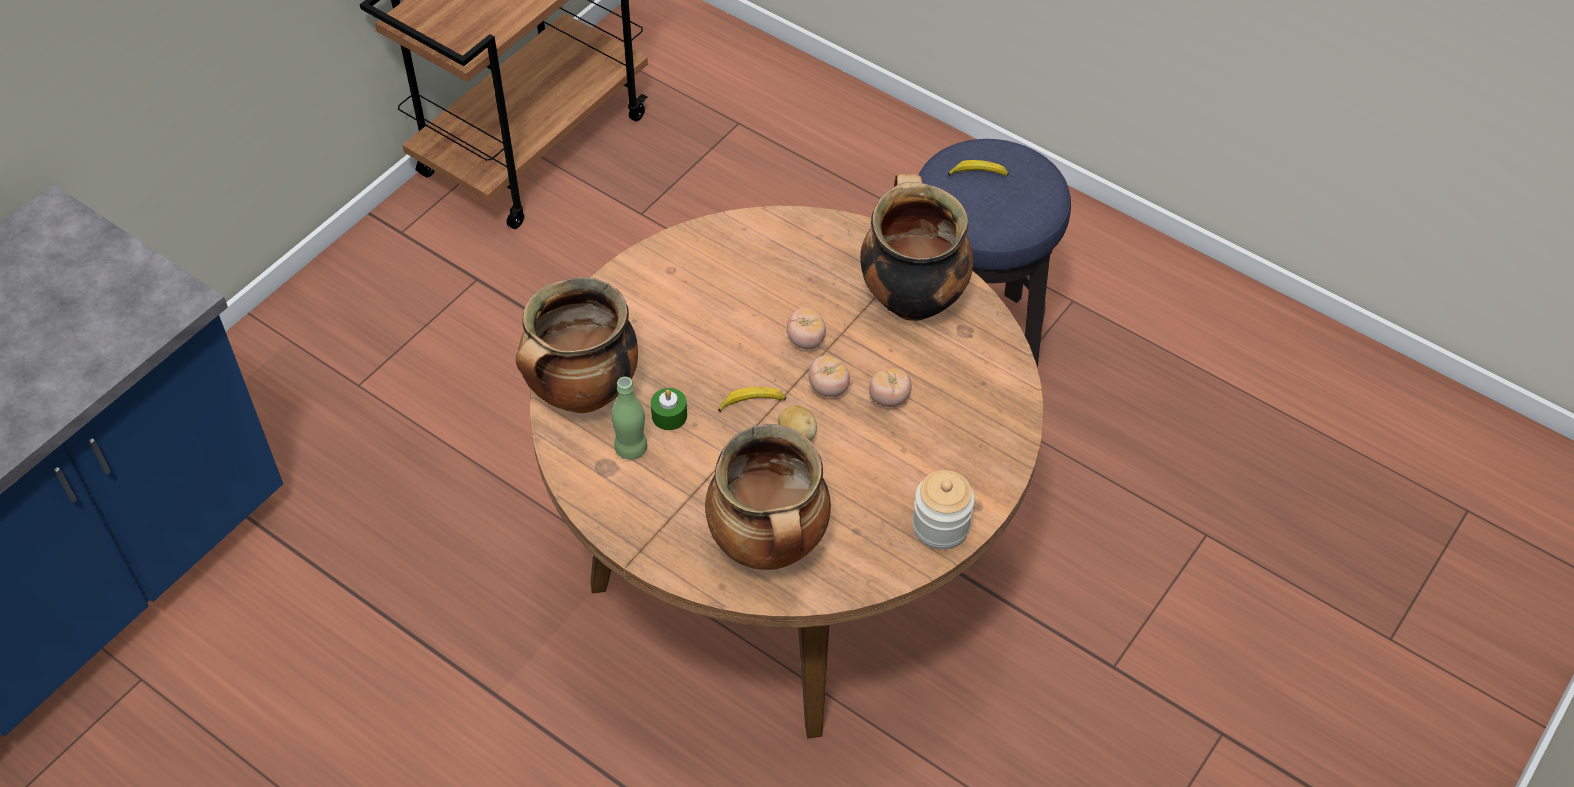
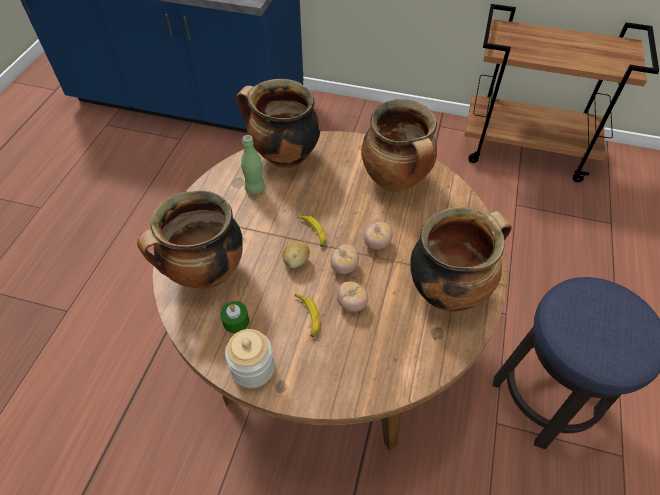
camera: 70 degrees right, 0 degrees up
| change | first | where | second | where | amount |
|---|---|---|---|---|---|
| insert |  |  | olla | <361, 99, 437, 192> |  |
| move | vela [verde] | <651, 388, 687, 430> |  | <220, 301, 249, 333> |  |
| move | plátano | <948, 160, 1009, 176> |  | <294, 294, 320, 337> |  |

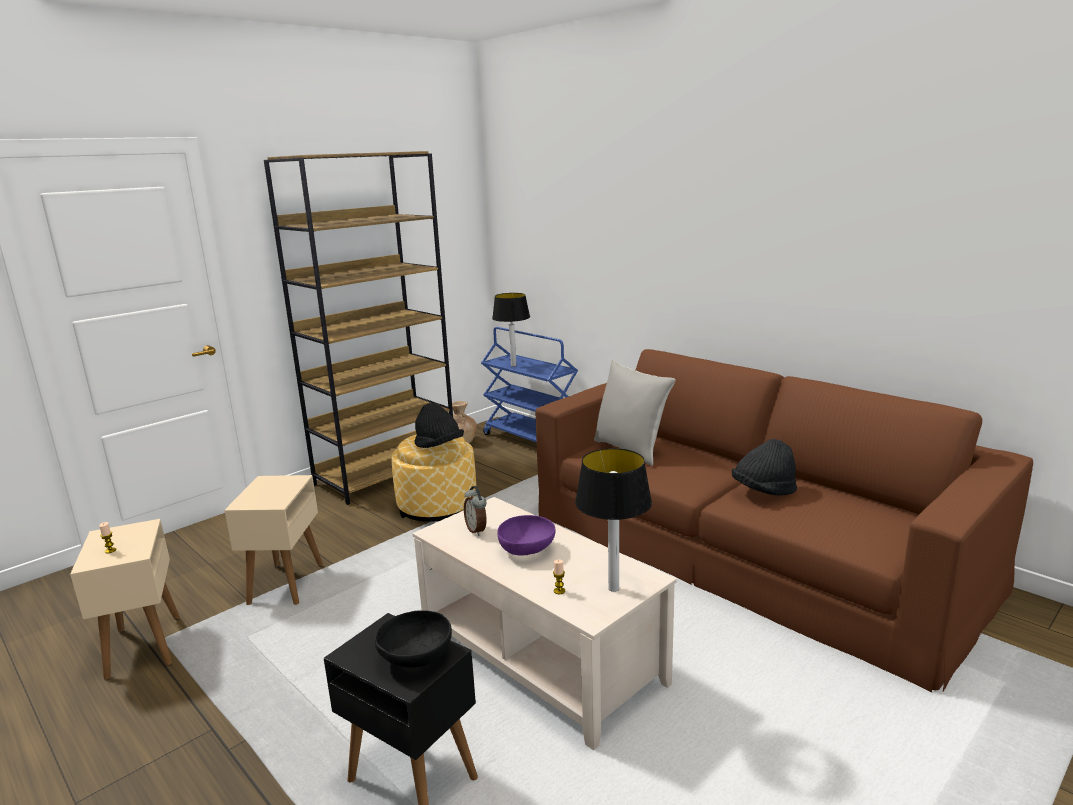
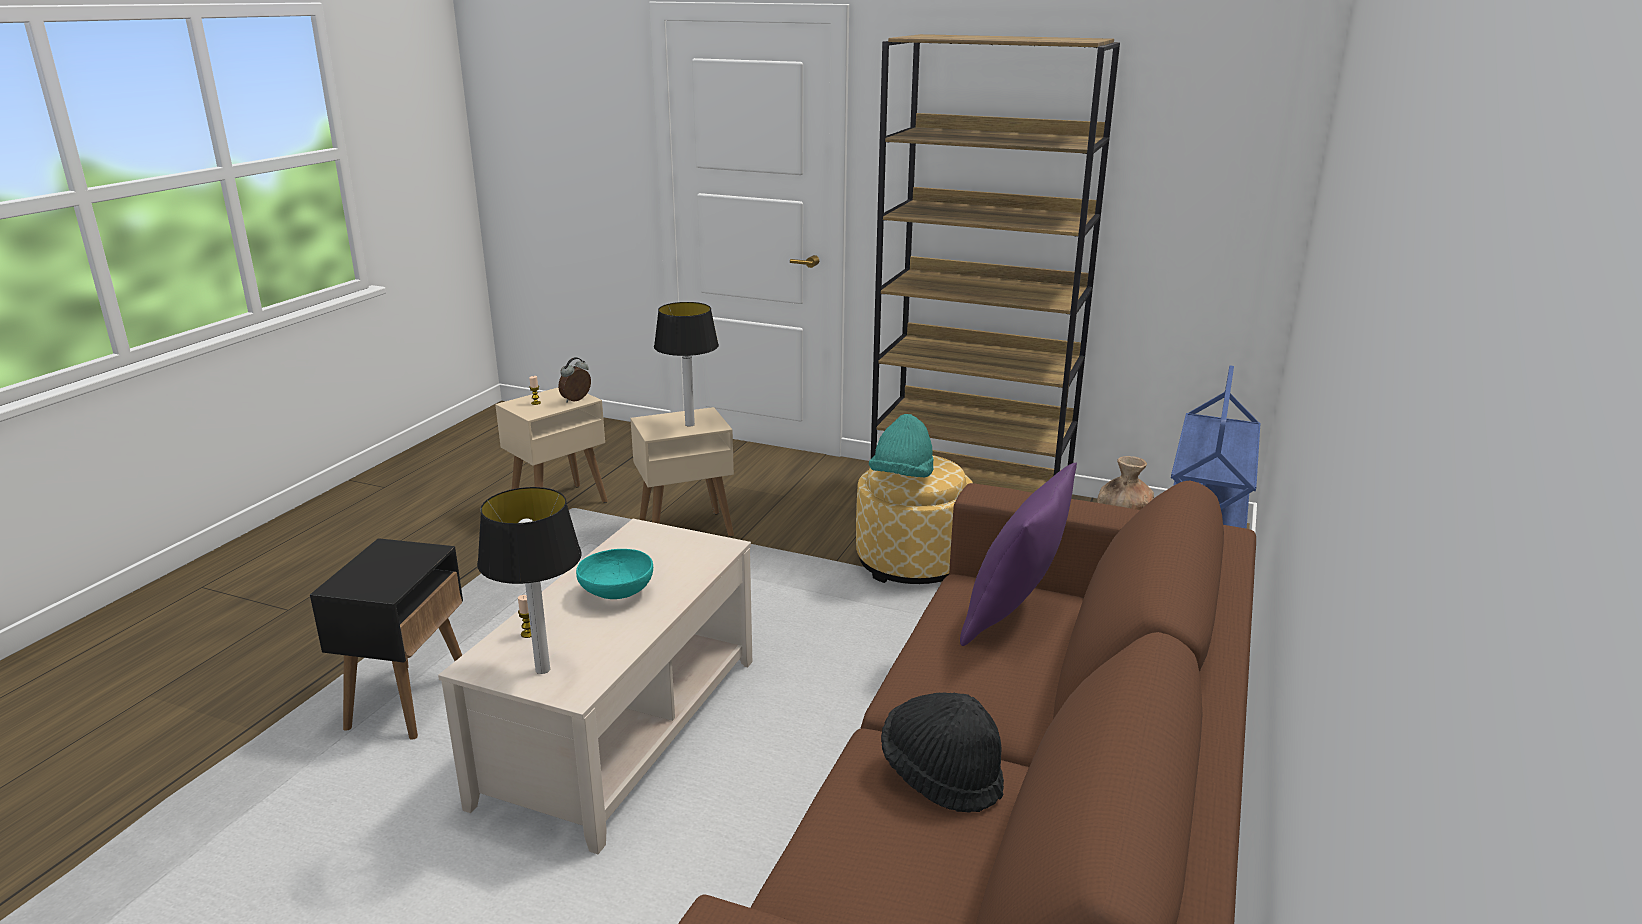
camera: 65 degrees right, 5 degrees up
| change | first | where | second | where | amount |
|---|---|---|---|---|---|
| delete | cuenco [negro] | <375, 610, 452, 668> |  |  |  |
| move | despertador | <464, 486, 487, 536> |  | <558, 357, 591, 403> |  |
| move | lámpara de mesa | <492, 293, 530, 367> |  | <654, 302, 719, 427> |  |
| recolor | sombrero [negro] | <414, 403, 464, 448> | sombrero [turquesa] | <869, 414, 934, 477> |  |
| recolor | cuenco [morado] | <497, 515, 555, 555> | cuenco [turquesa] | <576, 549, 653, 599> |  |
| recolor | cojín [gris] | <594, 360, 676, 466> | cojín [morado] | <960, 463, 1077, 646> |  |

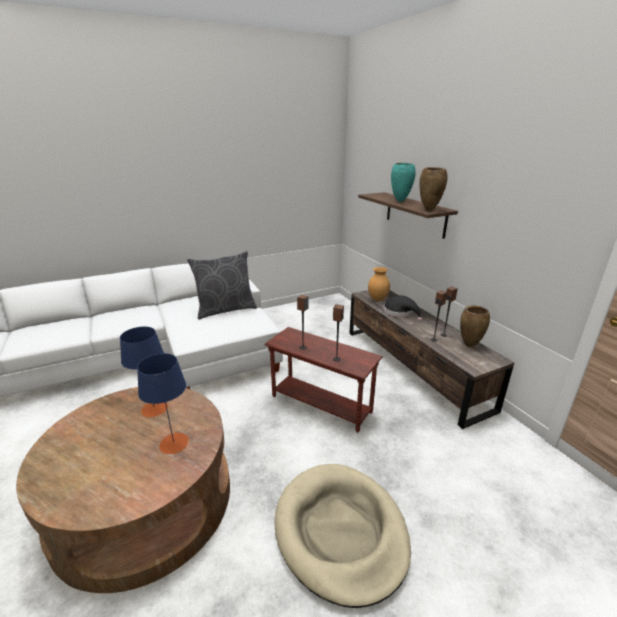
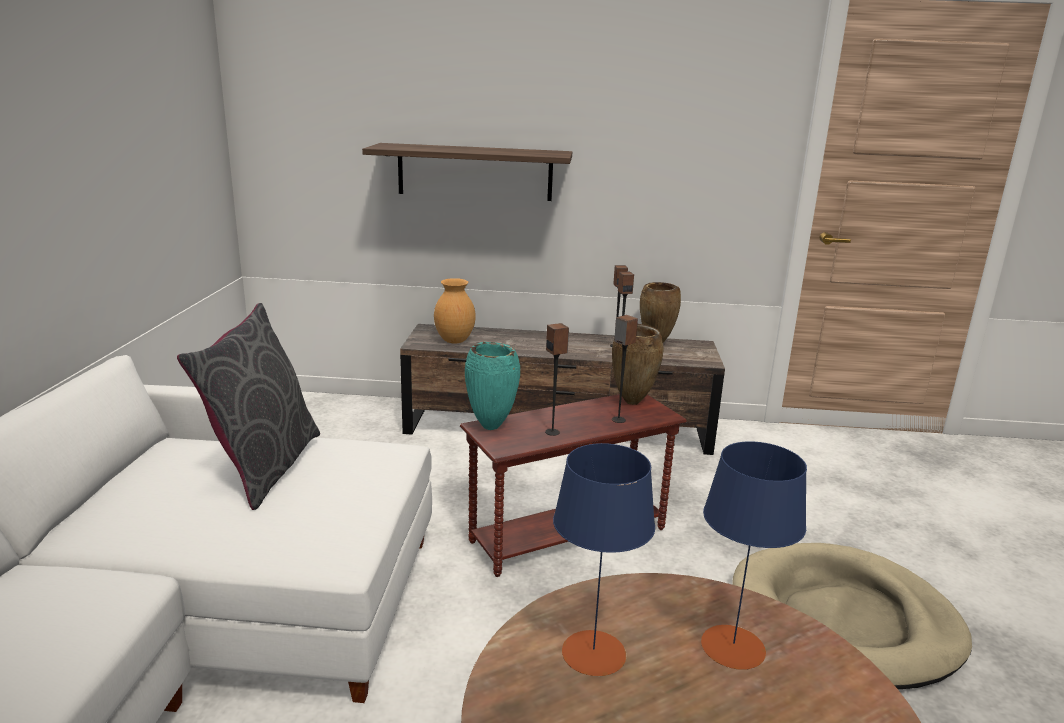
camera: 60 degrees left, 5 degrees down
| change | first | where | second | where | amount |
|---|---|---|---|---|---|
| delete | sombrero [negro] | <383, 295, 422, 321> |  |  |  |
| move | florero [turquesa] | <391, 163, 416, 202> |  | <465, 342, 520, 430> |  |
| move | florero [marrón] | <419, 167, 448, 211> |  | <612, 324, 664, 405> |  |

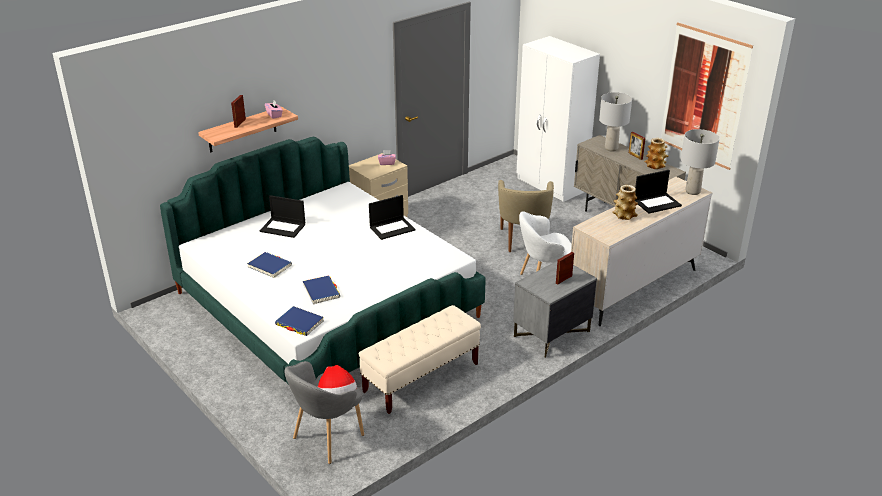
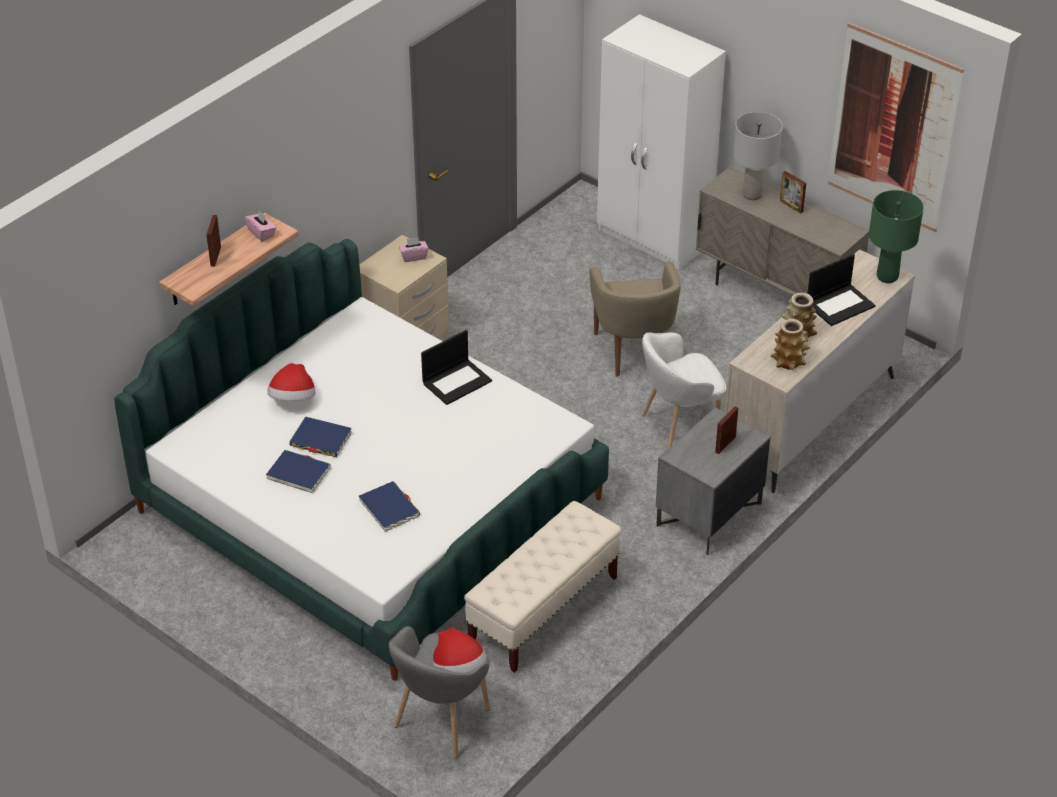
camera: 10 degrees left, 10 degrees up
| change | first | where | second | where | amount |
|---|---|---|---|---|---|
| move | libro [azul] | <275, 306, 324, 336> |  | <289, 417, 352, 457> |  |
| move | florero | <644, 138, 668, 169> |  | <771, 319, 810, 370> |  |
| replace | portátil | <260, 195, 305, 238> | sombrero | <267, 363, 315, 401> |  |
| recolor | lámpara de mesa [gris] | <681, 129, 720, 195> | lámpara de mesa [verde] | <869, 190, 924, 283> |  |

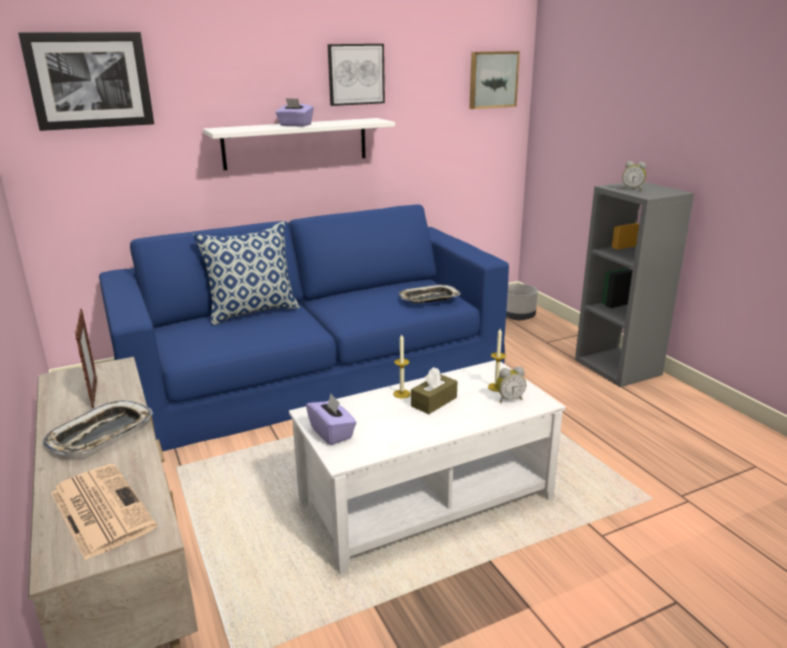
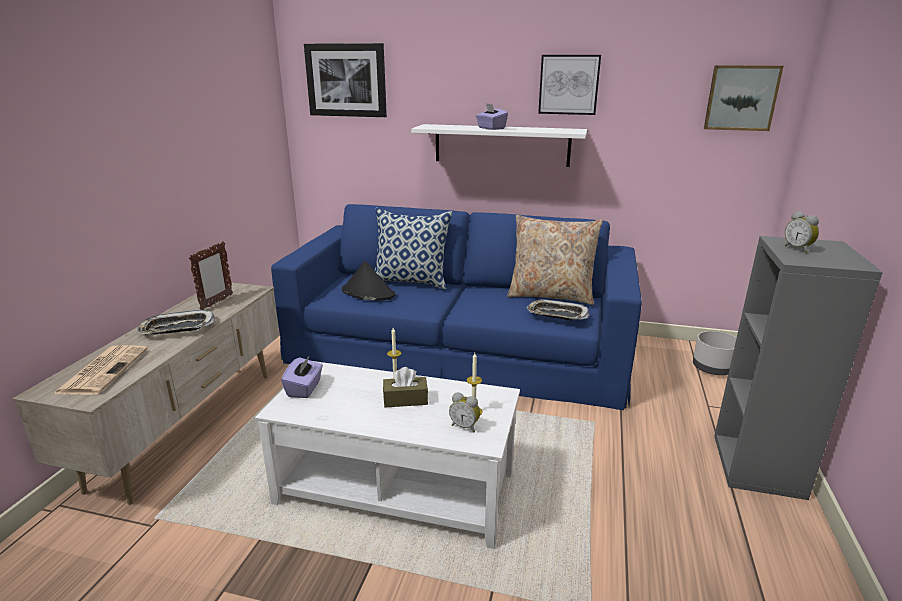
camera: 40 degrees right, 0 degrees up
| change | first | where | second | where | amount |
|---|---|---|---|---|---|
| insert |  |  | sombrero [negro] | <342, 261, 395, 301> |  |
| insert |  |  | cojín [beis] | <507, 215, 603, 305> |  |

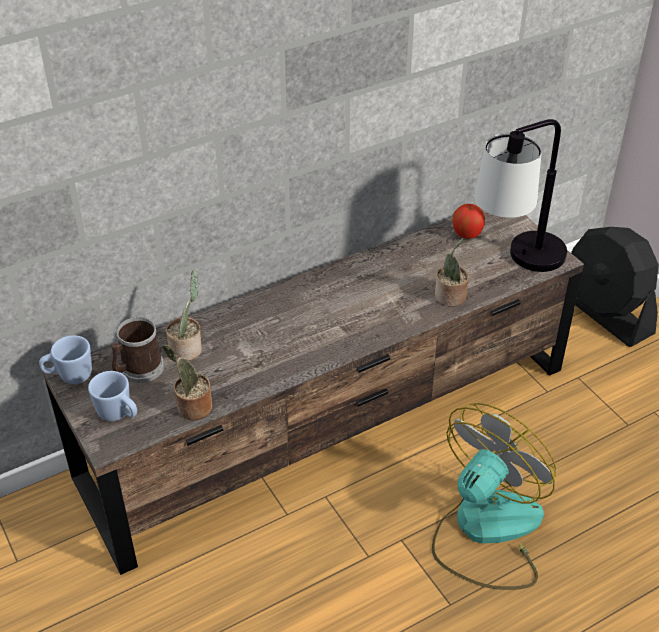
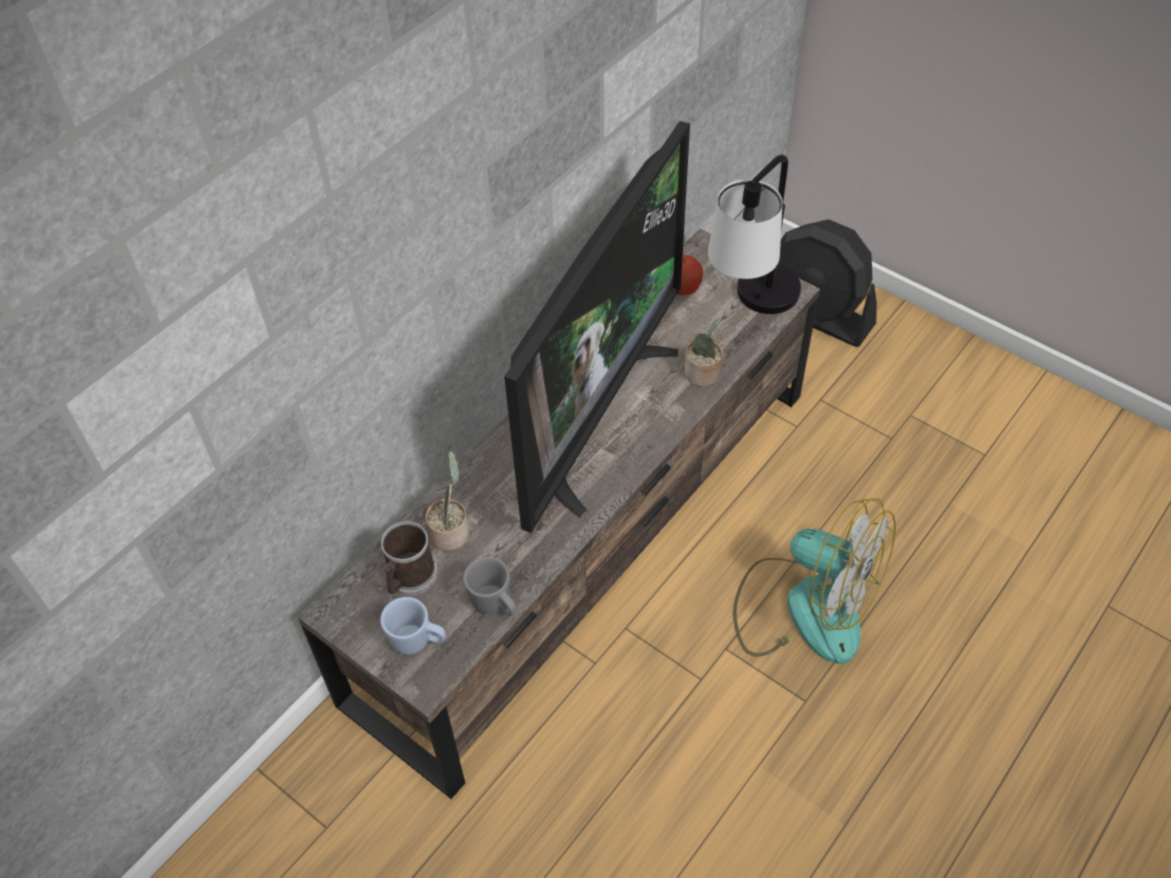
camera: 20 degrees left, 10 degrees up
| change | first | where | second | where | amount |
|---|---|---|---|---|---|
| delete | taza grande [azul] | <39, 335, 92, 384> |  |  |  |
| insert |  |  | televisor | <504, 121, 690, 533> |  |
| replace | planta en maceta | <162, 344, 212, 420> | taza grande [gris] | <463, 557, 517, 616> |  |
| rotate | ventilador | <432, 403, 556, 590> |  | <733, 498, 896, 664> | 105 degrees clockwise |

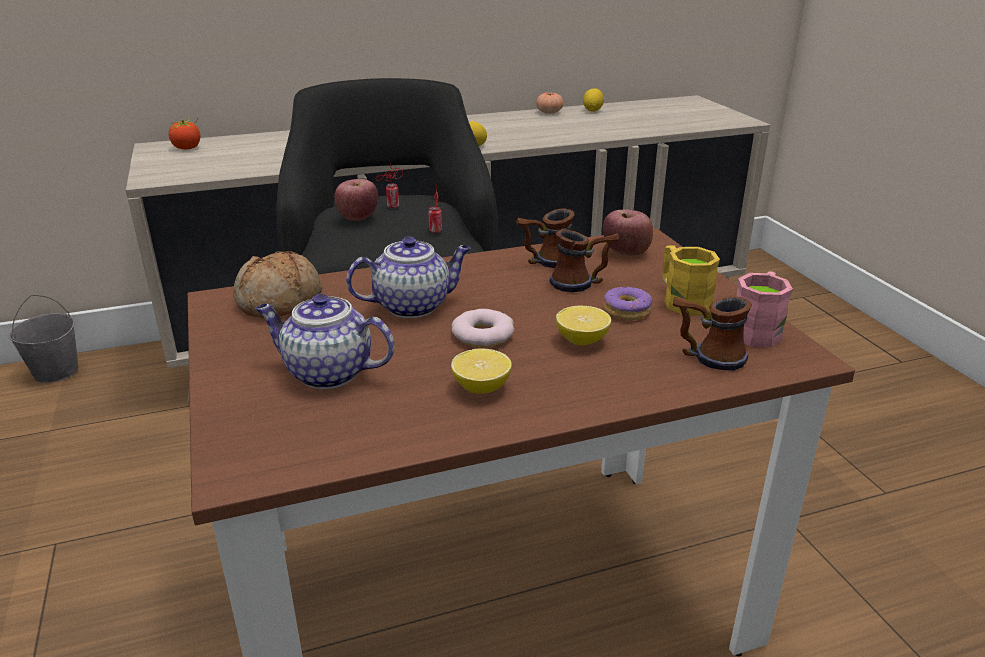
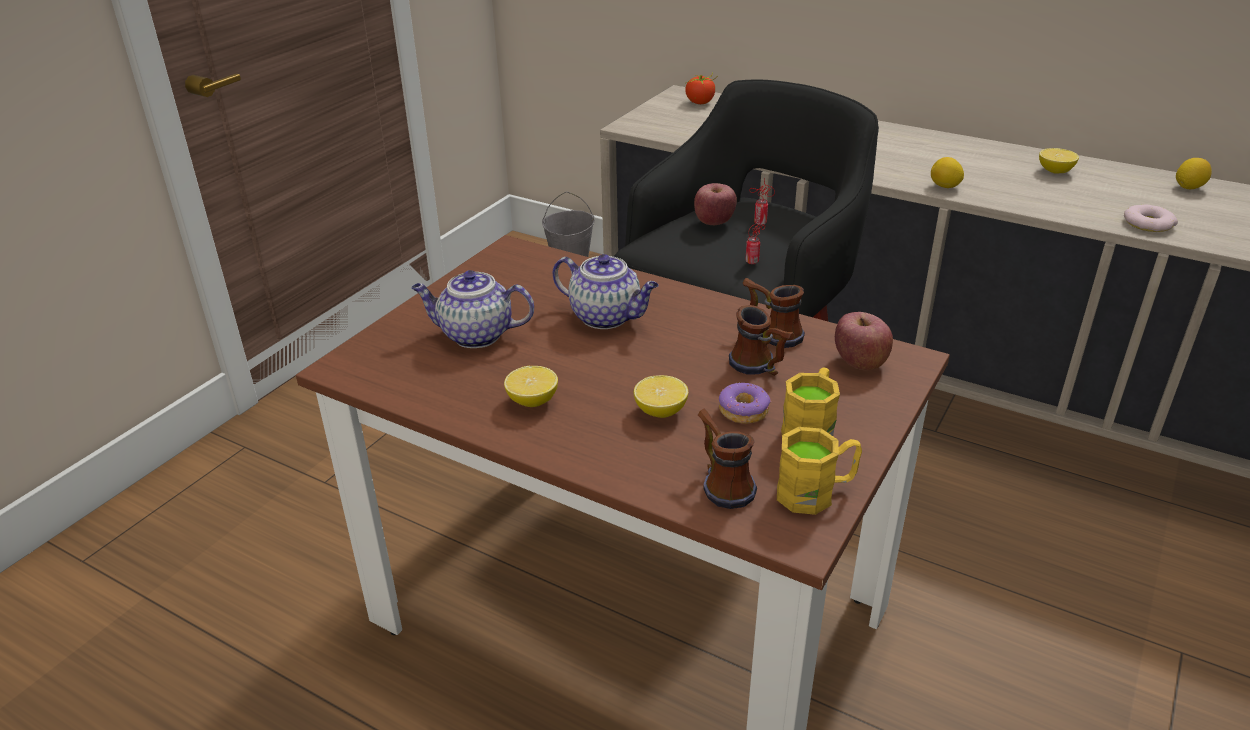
camera: 50 degrees right, 5 degrees up
| change | first | where | second | where | amount |
|---|---|---|---|---|---|
| delete | pan | <233, 251, 322, 318> |  |  |  |
| delete | tomate | <536, 92, 563, 114> |  |  |  |
| insert |  |  | limón | <1039, 148, 1079, 174> |  |
| move | rosquilla | <452, 309, 514, 347> |  | <1124, 204, 1178, 232> |  |
| recolor | taza grande [rosa] | <736, 271, 793, 347> | taza grande [amarillo] | <777, 427, 862, 515> |  |
| rotate | tetera | <255, 294, 395, 389> |  | <411, 270, 534, 348> | 60 degrees counterclockwise |

